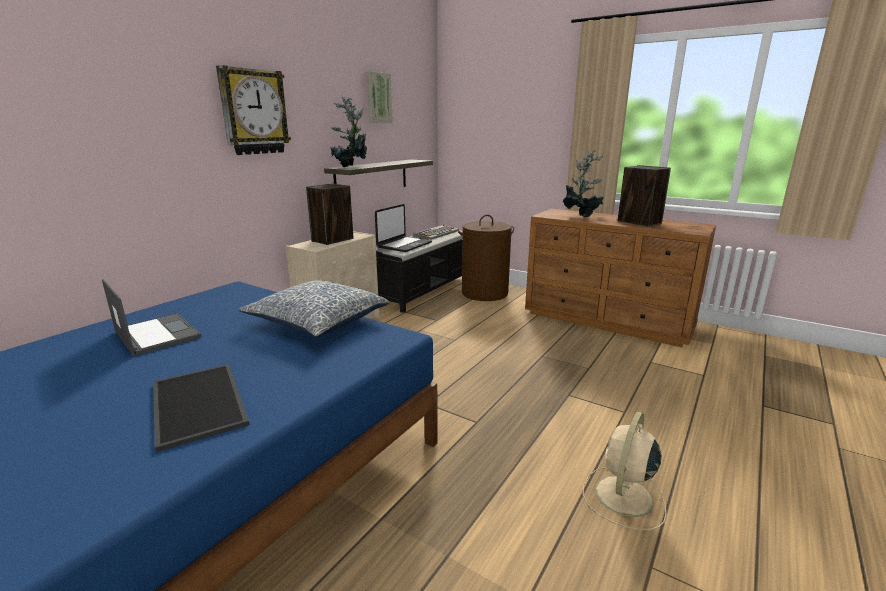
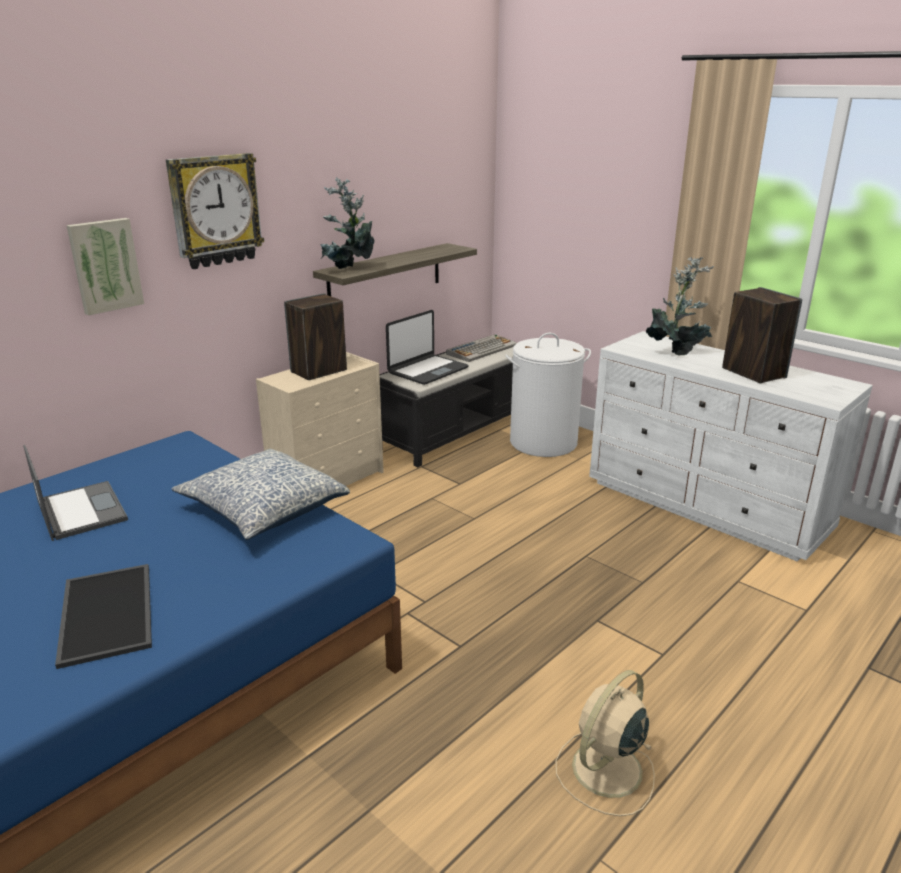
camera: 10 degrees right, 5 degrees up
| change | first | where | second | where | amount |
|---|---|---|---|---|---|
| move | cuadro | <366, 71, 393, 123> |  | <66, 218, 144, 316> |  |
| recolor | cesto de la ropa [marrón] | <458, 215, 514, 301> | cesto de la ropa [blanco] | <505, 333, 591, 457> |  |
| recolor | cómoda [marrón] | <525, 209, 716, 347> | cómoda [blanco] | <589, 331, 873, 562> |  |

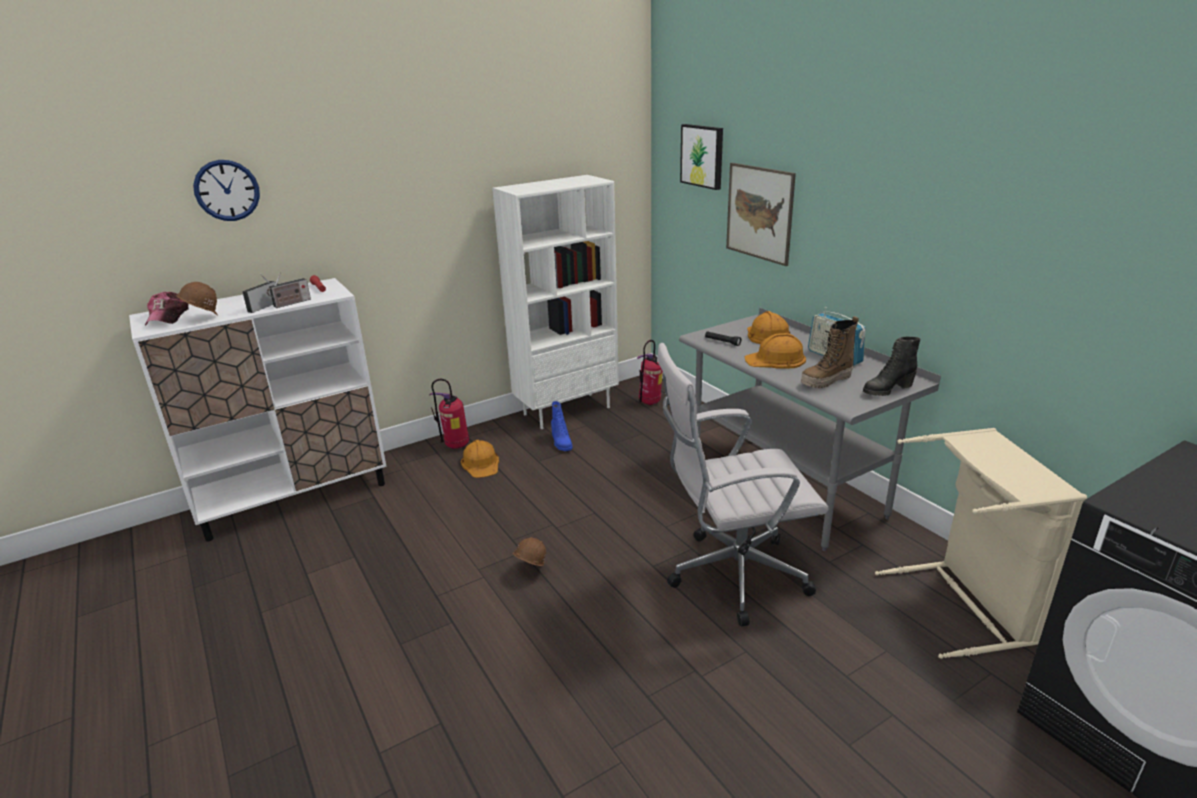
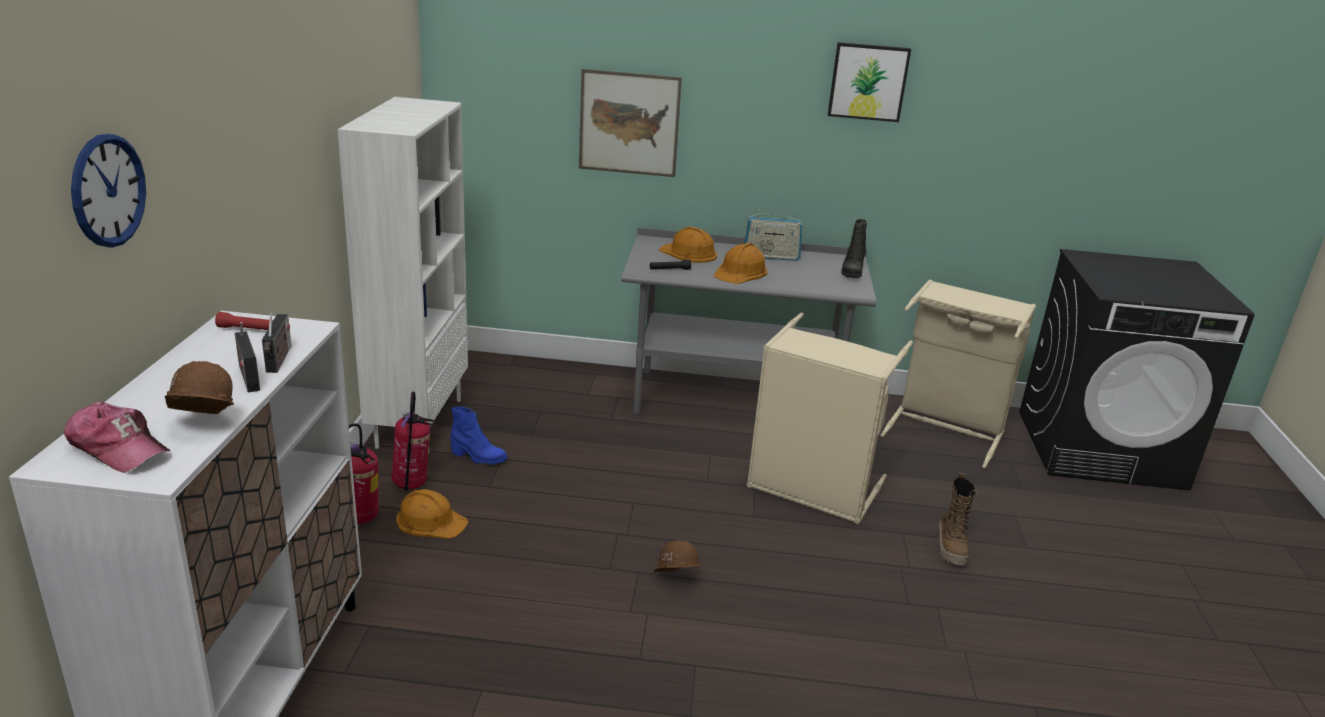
camera: 55 degrees left, 0 degrees up
| change | first | where | second | where | amount |
|---|---|---|---|---|---|
| move | extintor | <637, 340, 663, 405> |  | <391, 391, 434, 490> |  |
| move | cuadro | <680, 124, 723, 190> |  | <828, 42, 911, 122> |  |
| move | bota | <801, 316, 859, 389> |  | <938, 473, 978, 565> |  |
| replace | silla de oficina [blanco] | <657, 343, 829, 626> | cesto de la ropa [beis] | <747, 313, 913, 524> |  |

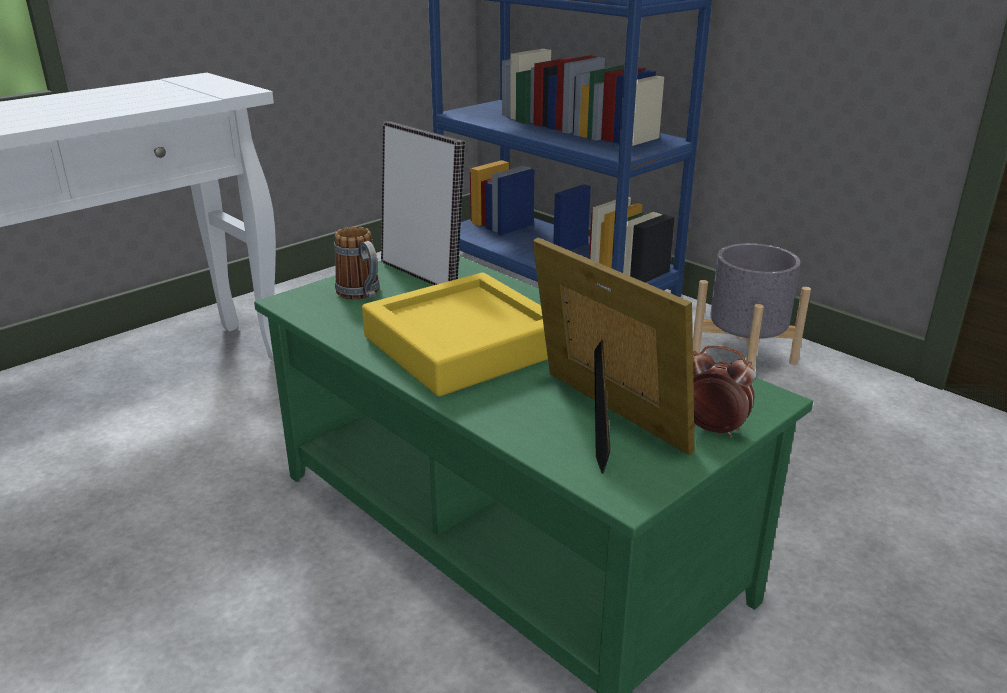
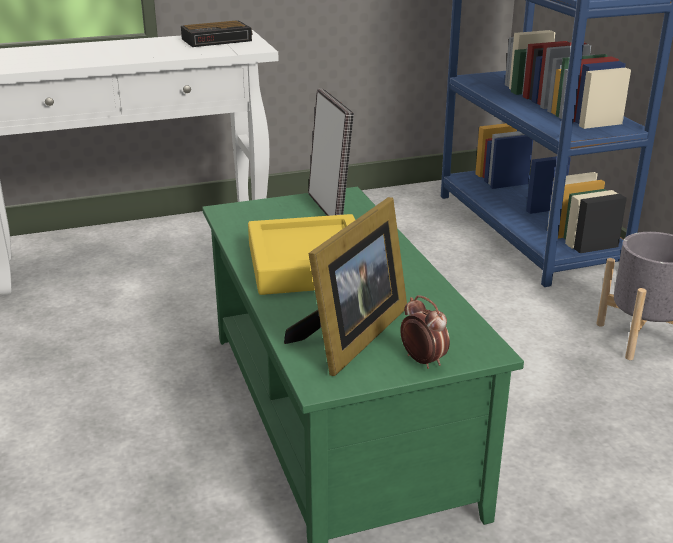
camera: 25 degrees right, 0 degrees up
| change | first | where | second | where | amount |
|---|---|---|---|---|---|
| delete | taza grande | <334, 226, 380, 300> |  |  |  |
| insert |  |  | despertador | <181, 20, 252, 47> |  |
| rotate | portarretratos | <532, 238, 695, 474> |  | <284, 197, 407, 376> | 45 degrees clockwise |

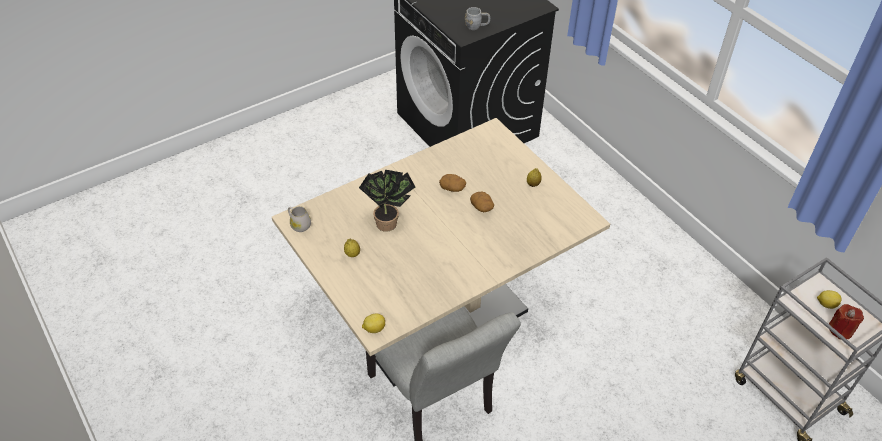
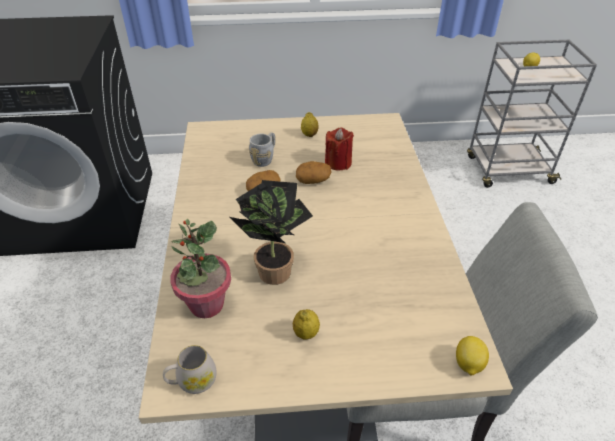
camera: 60 degrees left, 5 degrees down
| change | first | where | second | where | amount |
|---|---|---|---|---|---|
| insert |  |  | planta en maceta | <171, 219, 231, 318> |  |
| move | taza grande [gris] | <465, 7, 490, 30> |  | <249, 132, 275, 167> |  |
| move | vela [rojo] | <829, 304, 864, 339> |  | <325, 127, 354, 170> |  |

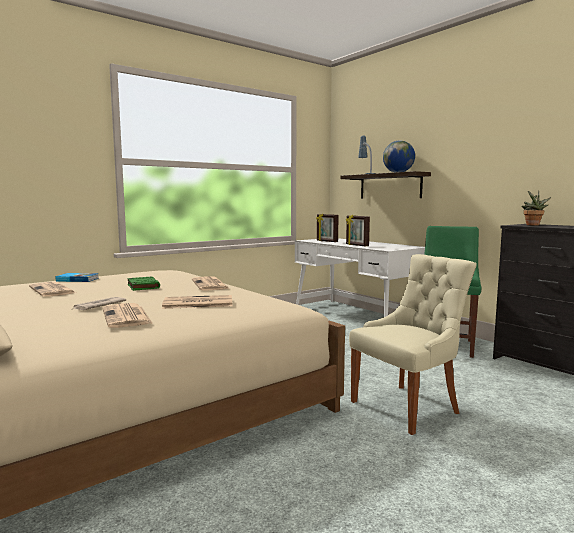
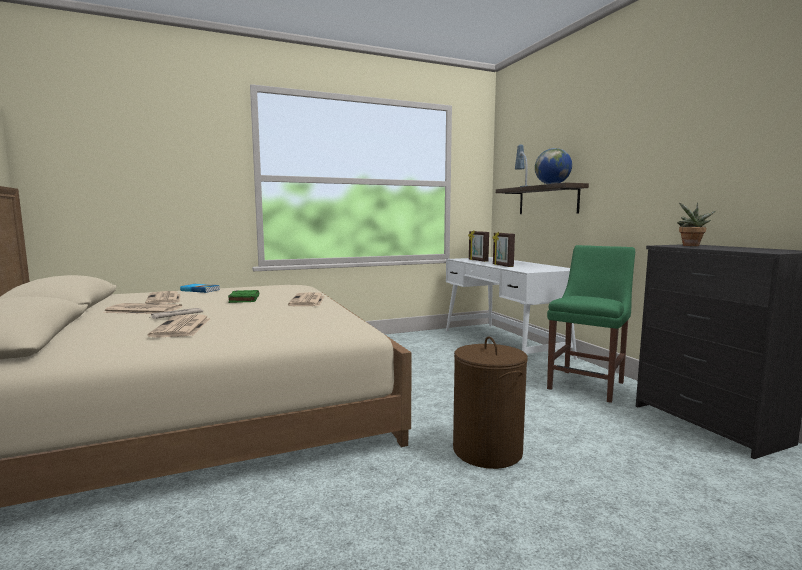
camera: 15 degrees right, 0 degrees up
| change | first | where | second | where | amount |
|---|---|---|---|---|---|
| move | periódico | <162, 295, 232, 309> |  | <103, 303, 182, 314> |  |
| replace | silla [beis] | <349, 254, 477, 435> | cesto de la ropa [marrón] | <453, 336, 528, 469> |  |

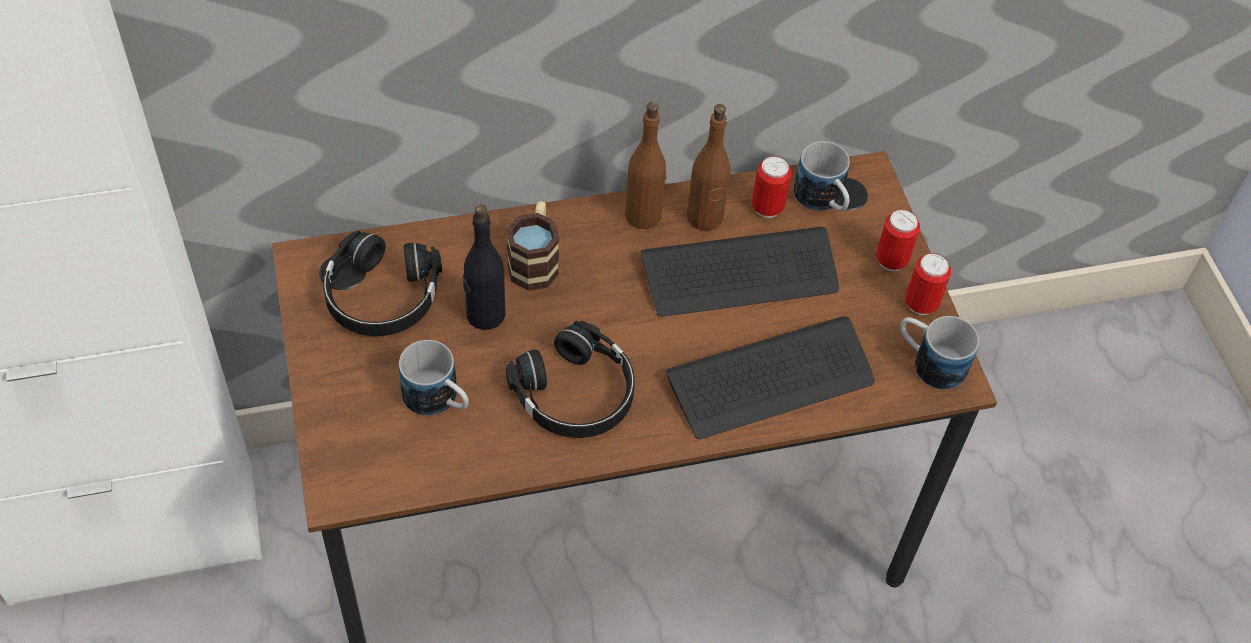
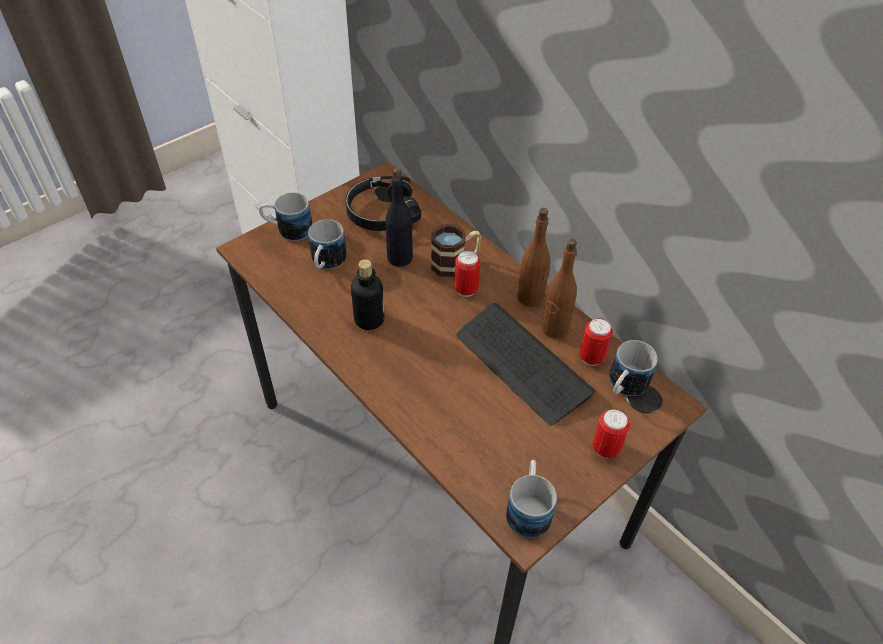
camera: 65 degrees right, 5 degrees down
| change | first | where | second | where | amount |
|---|---|---|---|---|---|
| delete | teclado | <666, 316, 875, 439> |  |  |  |
| insert |  |  | taza grande | <259, 192, 312, 241> |  |
| move | lata | <905, 253, 951, 315> |  | <454, 250, 480, 297> |  |
| replace | auriculares [negro] | <506, 321, 635, 438> | botella | <351, 259, 385, 330> |  |

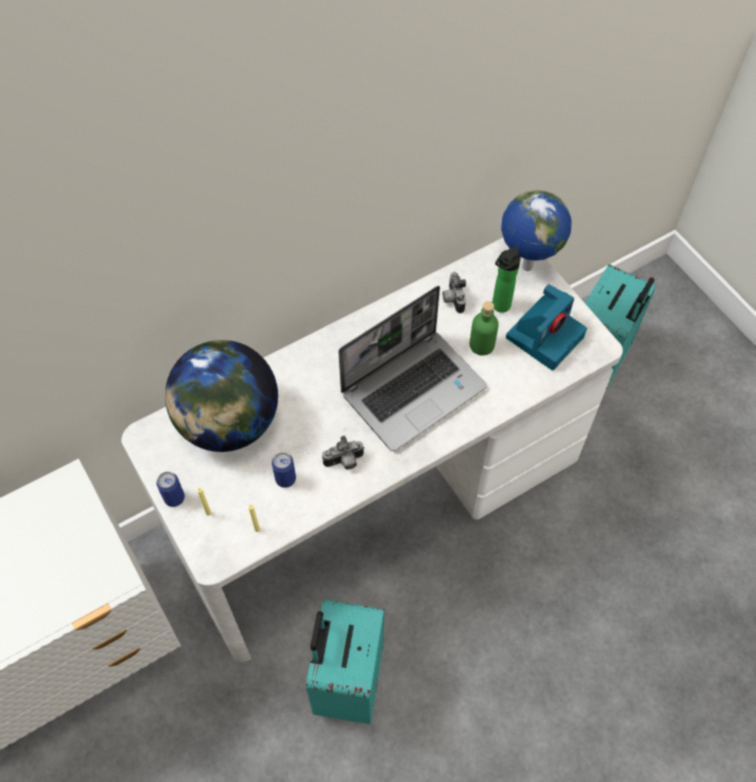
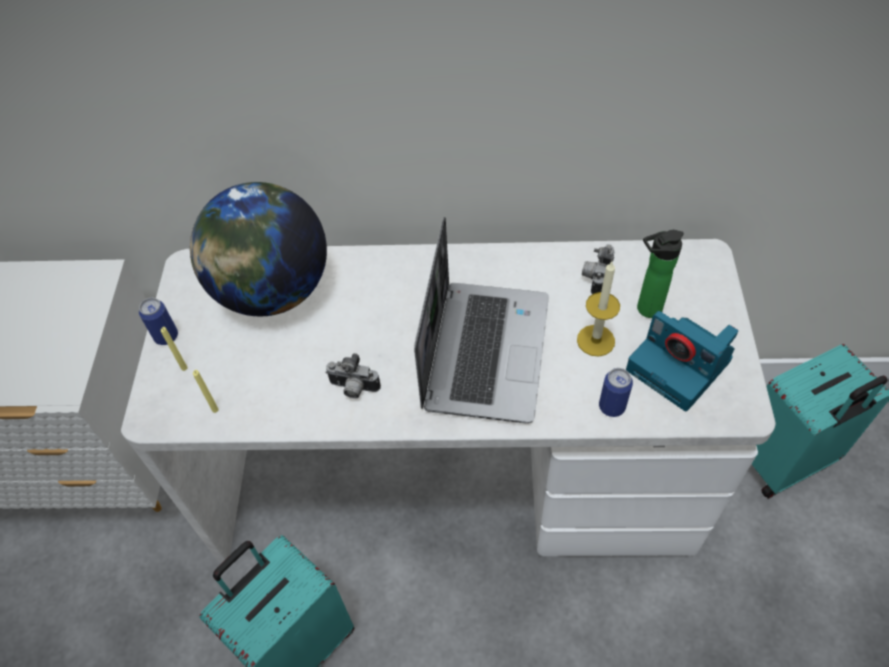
camera: 35 degrees right, 5 degrees down
| change | first | where | second | where | amount |
|---|---|---|---|---|---|
| delete | globo terráqueo | <501, 190, 572, 271> |  |  |  |
| move | lata | <272, 452, 296, 488> |  | <599, 368, 633, 417> |  |
| replace | botella [verde] | <470, 301, 499, 356> | vela | <577, 262, 620, 357> |  |
| rotate | portátil | <338, 286, 487, 451> |  | <414, 217, 549, 423> | 75 degrees counterclockwise |
| rotate | cámara | <506, 284, 587, 371> |  | <626, 311, 738, 411> | 60 degrees clockwise |

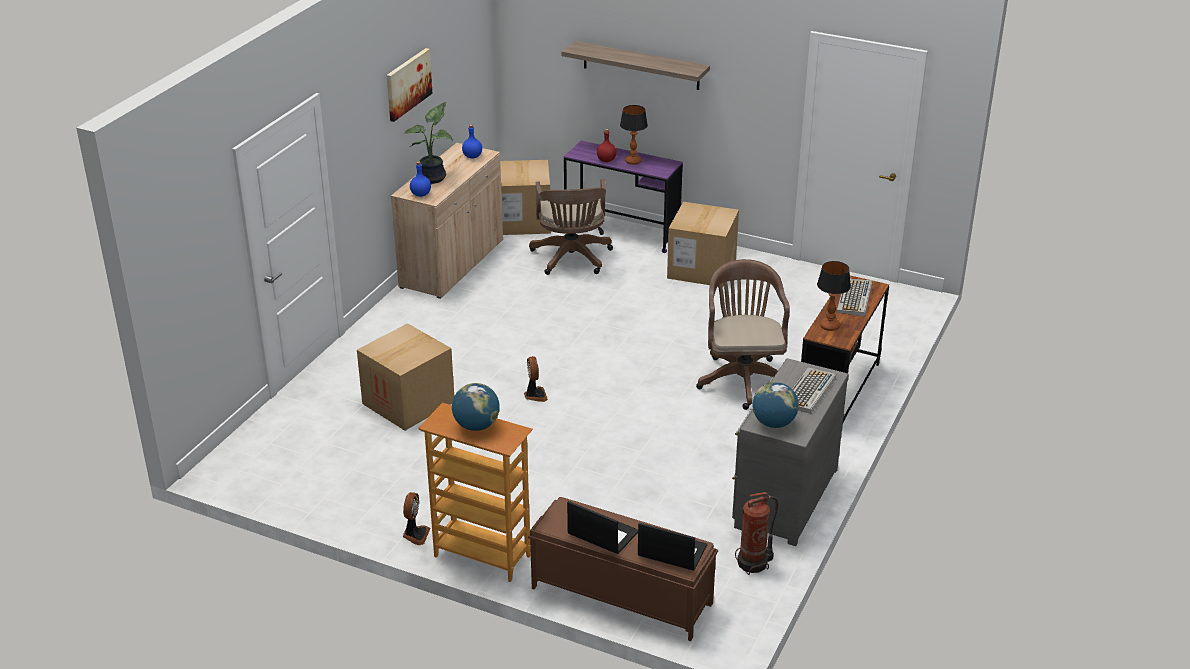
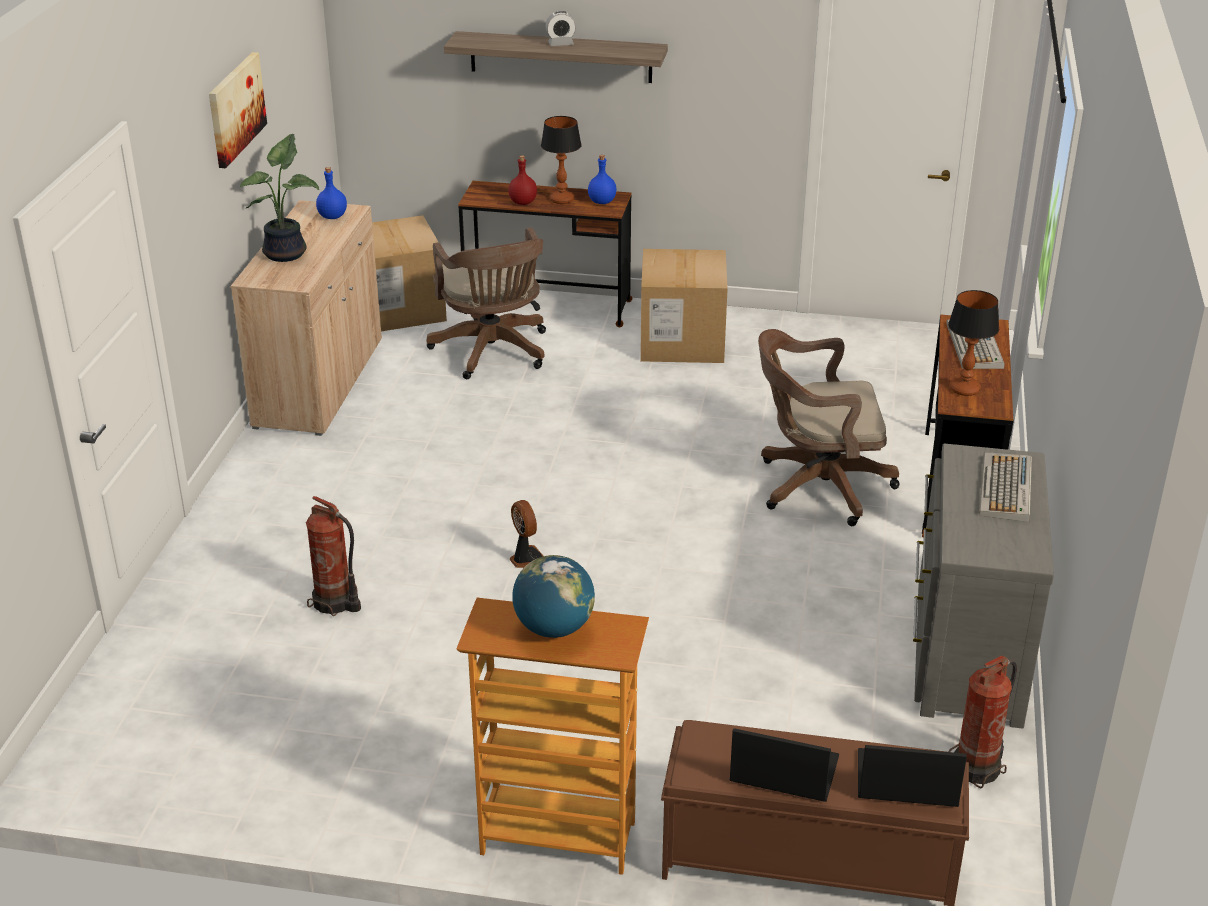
camera: 15 degrees left, 0 degrees up
| change | first | where | second | where | amount |
|---|---|---|---|---|---|
| delete | ventilador | <403, 492, 430, 545> |  |  |  |
| delete | globo terráqueo | <752, 382, 799, 428> |  |  |  |
| insert |  |  | despertador | <545, 11, 576, 46> |  |
| move | botella [azul] | <410, 161, 431, 197> |  | <588, 155, 616, 204> |  |
| replace | caja de cartón | <357, 323, 454, 431> | extintor | <306, 496, 361, 616> |  |
| recolor | escritorio [morado] | <564, 141, 683, 253> | escritorio [marrón] | <458, 181, 632, 327> |  |
| rotate | silla de oficina [marrón] | <696, 259, 790, 410> |  | <758, 329, 900, 526> | 75 degrees counterclockwise |

